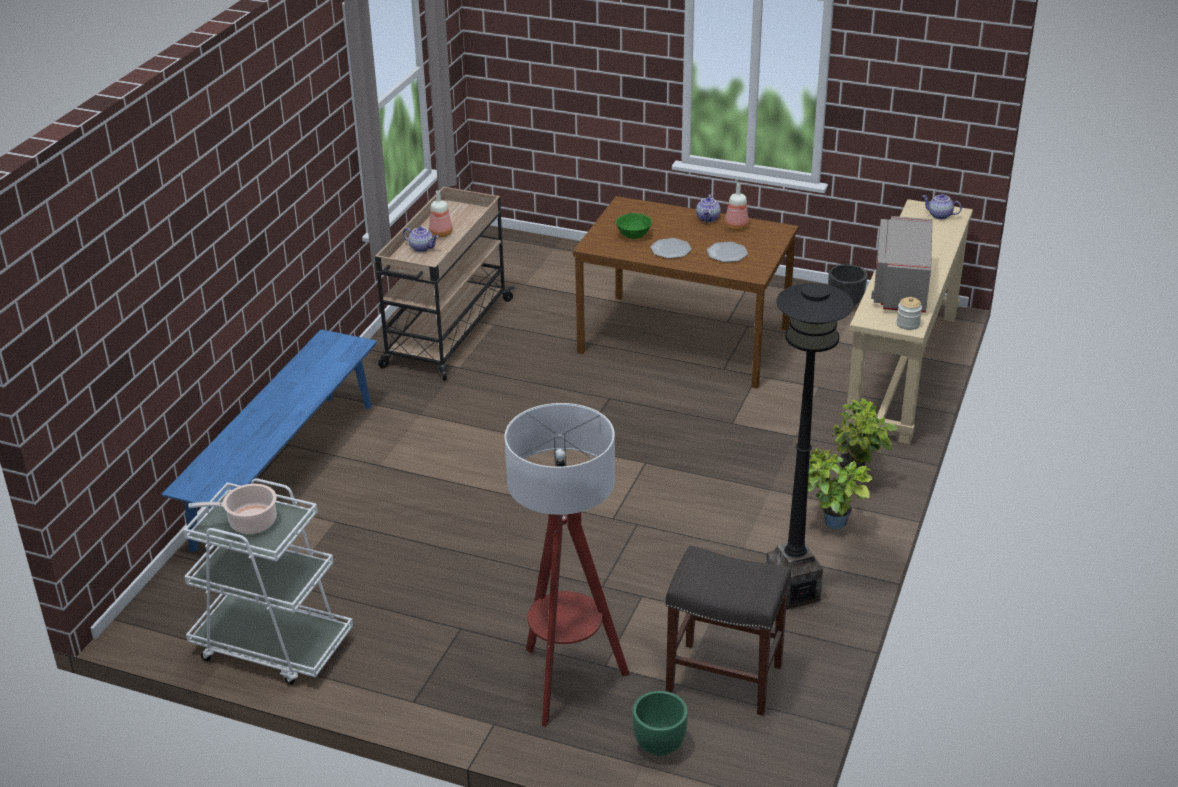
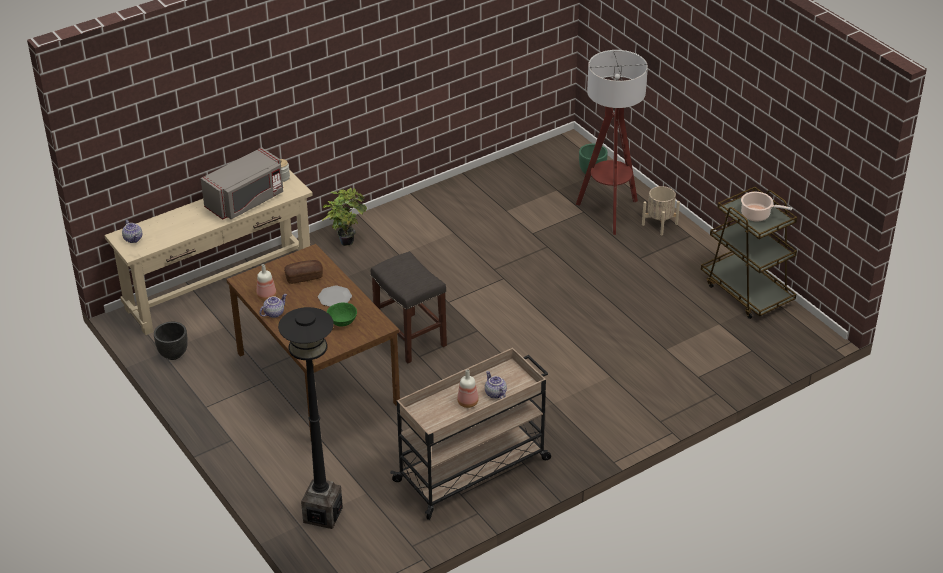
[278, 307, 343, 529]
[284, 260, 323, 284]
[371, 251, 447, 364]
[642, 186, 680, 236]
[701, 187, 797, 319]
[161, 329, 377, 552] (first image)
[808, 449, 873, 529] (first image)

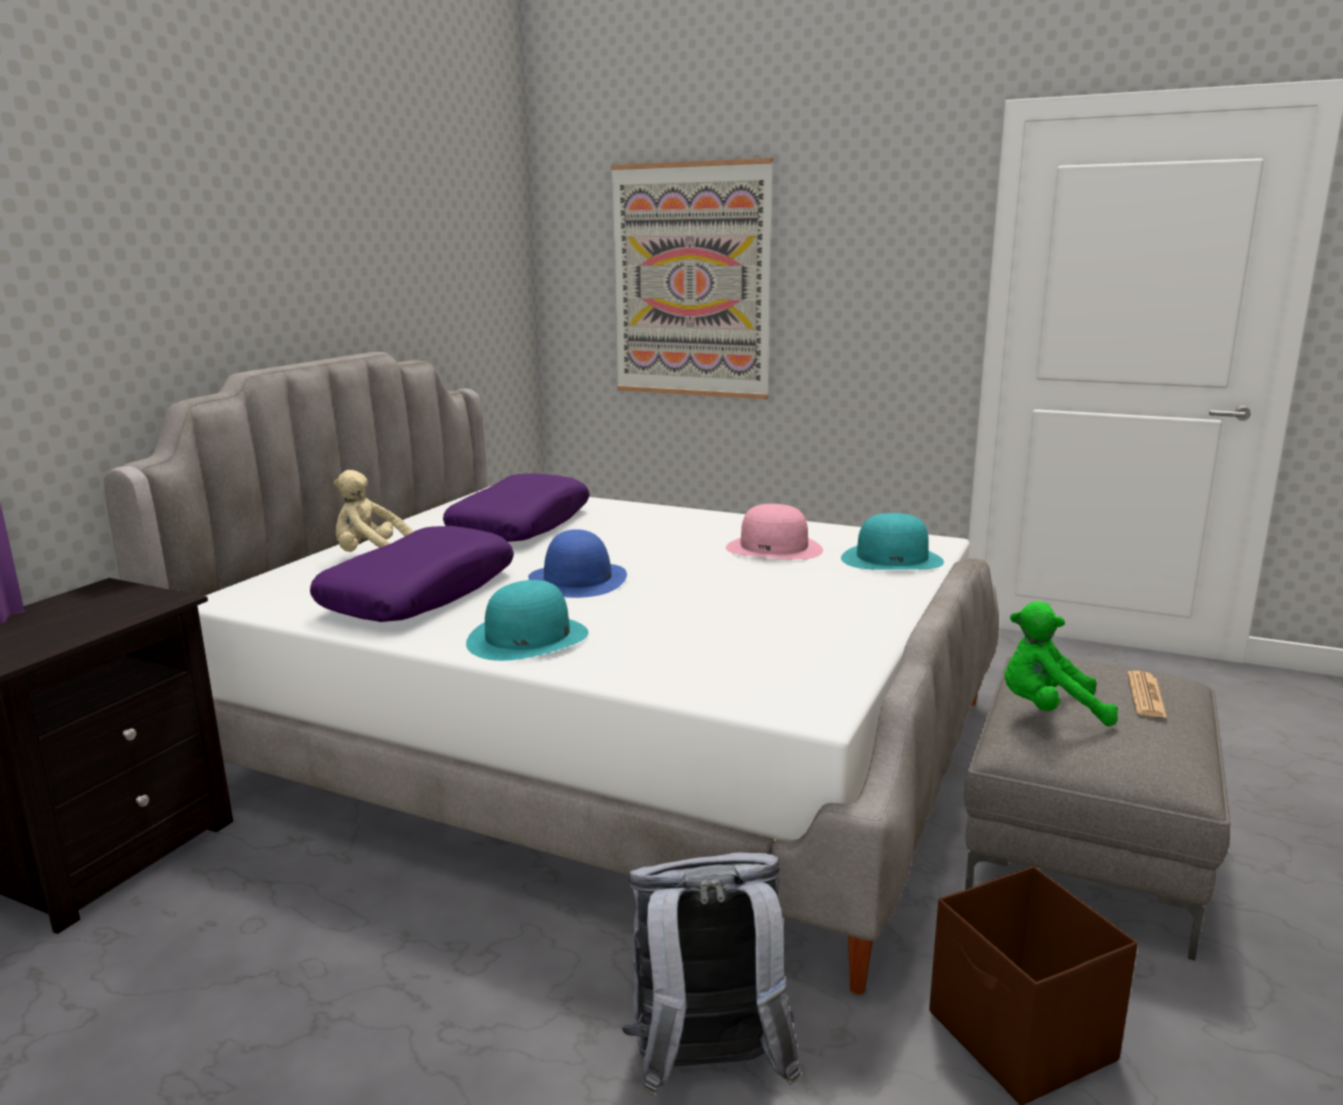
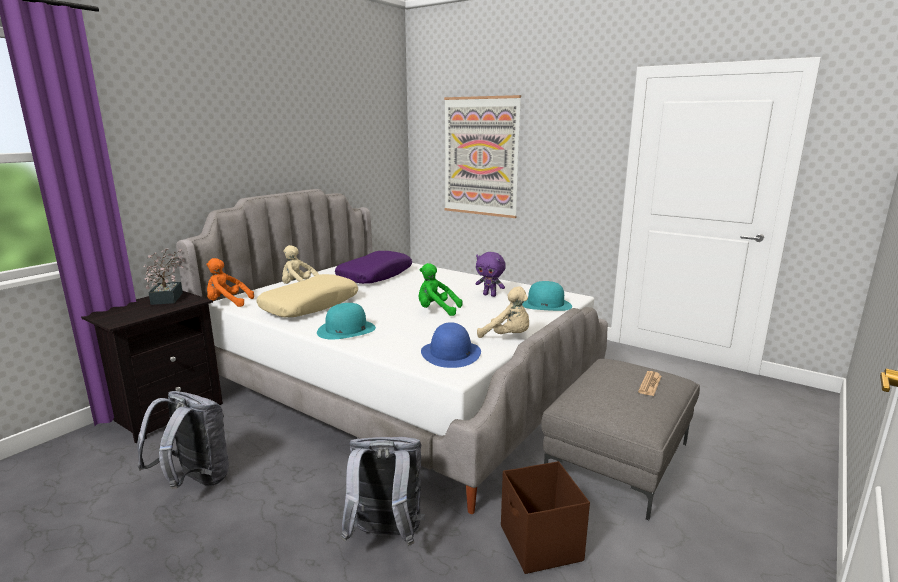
[137, 391, 229, 489]
[143, 248, 186, 305]
[206, 258, 254, 307]
[256, 274, 358, 317]
[418, 263, 463, 316]
[421, 322, 481, 368]
[476, 252, 506, 297]
[477, 286, 529, 338]

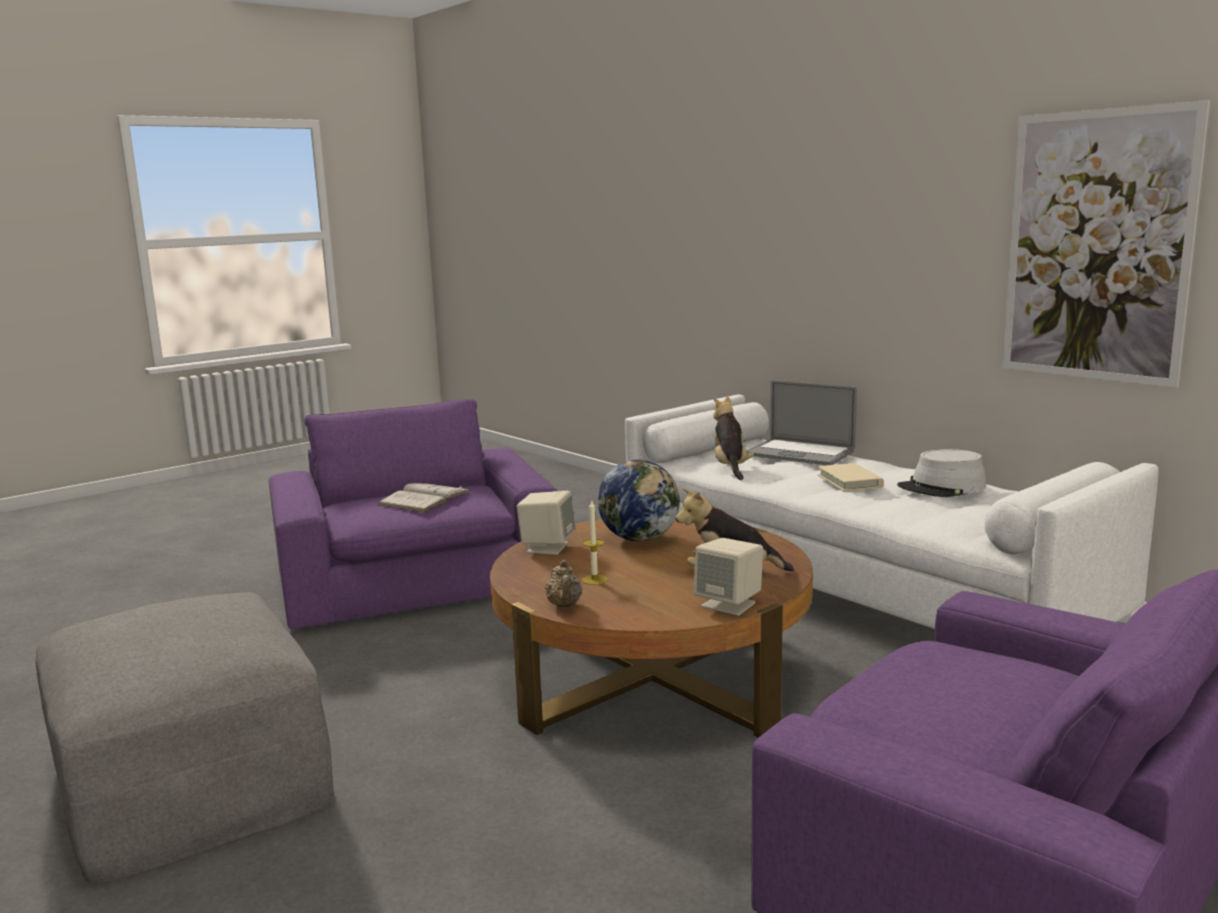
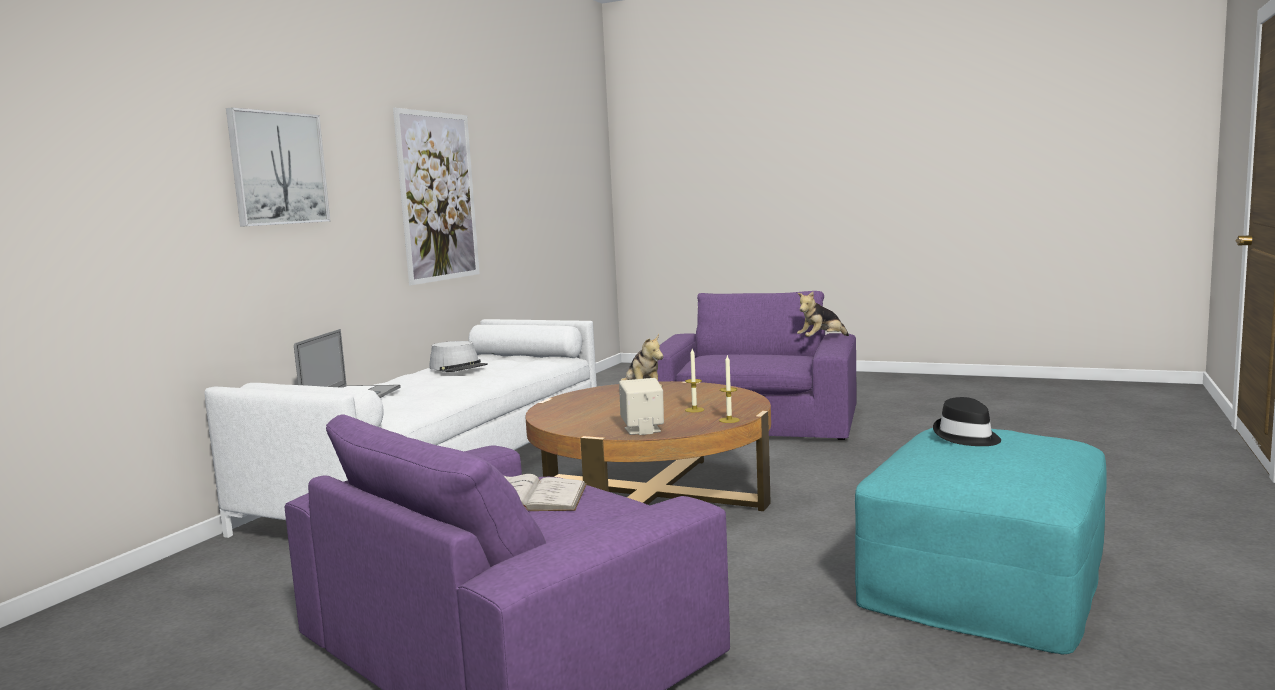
[226, 107, 330, 227]
[719, 356, 740, 423]
[797, 292, 849, 337]
[855, 428, 1107, 655]
[933, 397, 1001, 446]
[545, 560, 582, 607] (first image)
[597, 460, 680, 541] (first image)
[694, 538, 763, 616] (first image)
[818, 463, 884, 491] (first image)

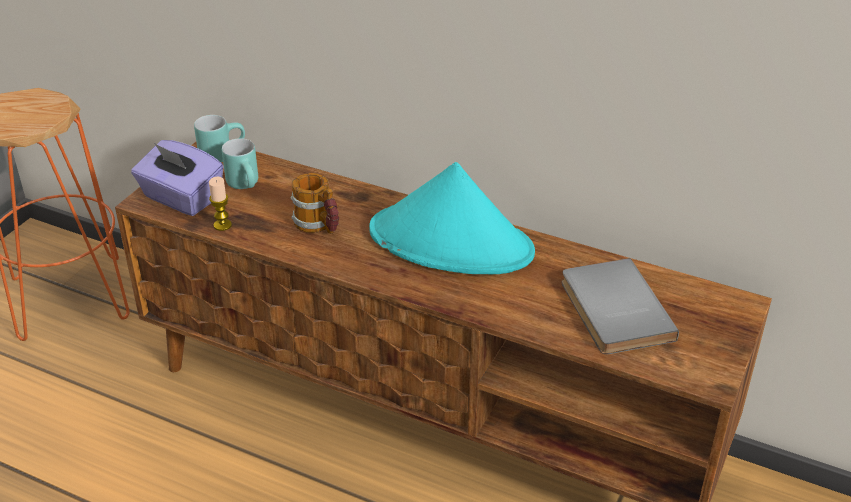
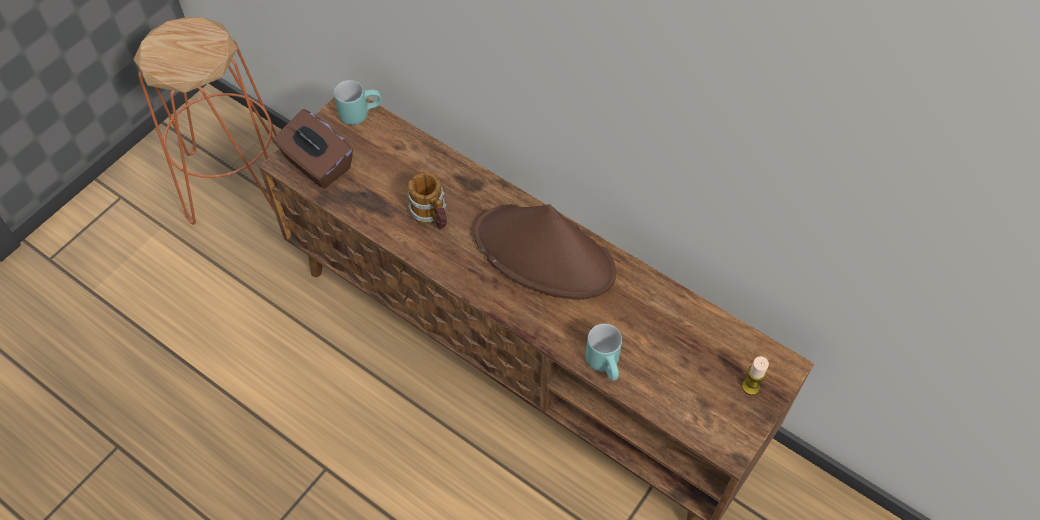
[273, 109, 353, 189]
[474, 204, 616, 300]
[586, 324, 622, 381]
[742, 356, 769, 395]
[562, 258, 679, 355] (first image)

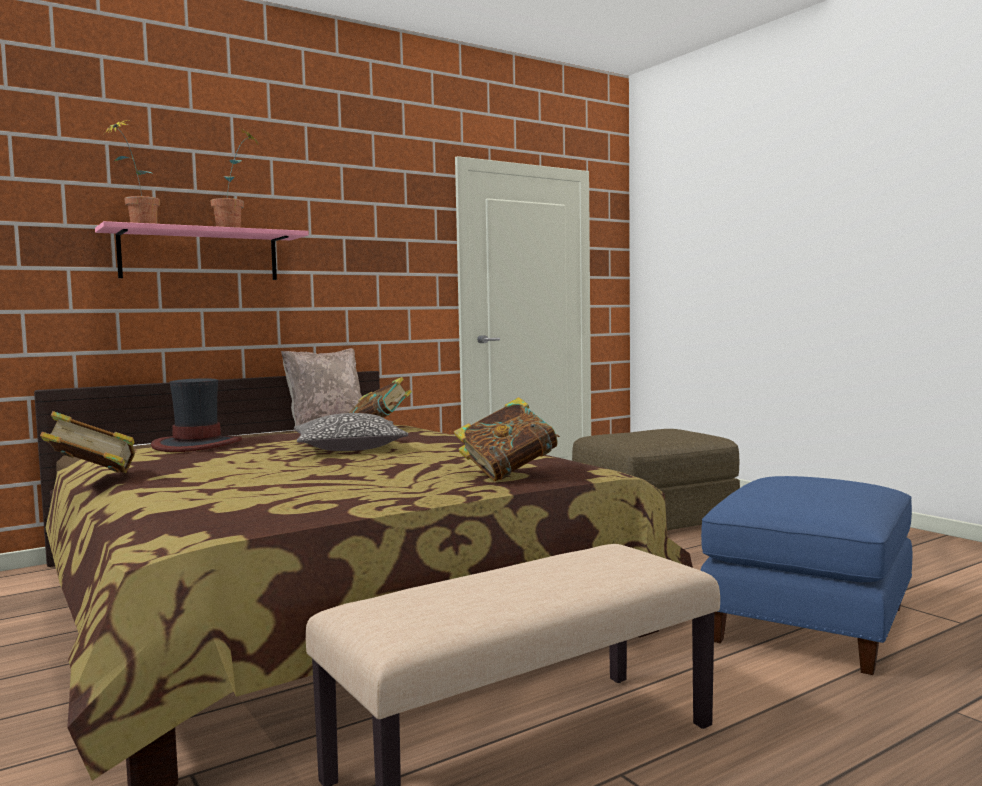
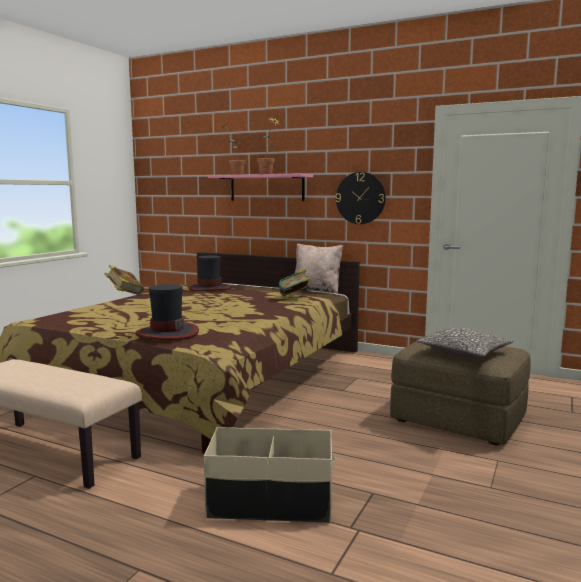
[135, 284, 199, 340]
[204, 427, 336, 523]
[336, 172, 386, 224]
[416, 327, 514, 358]

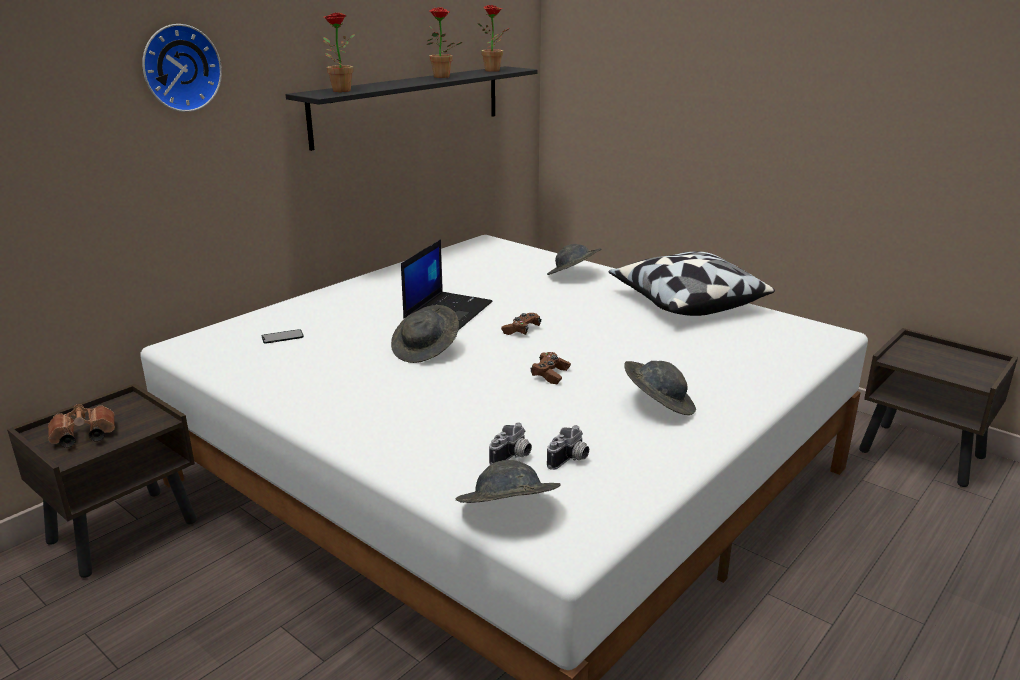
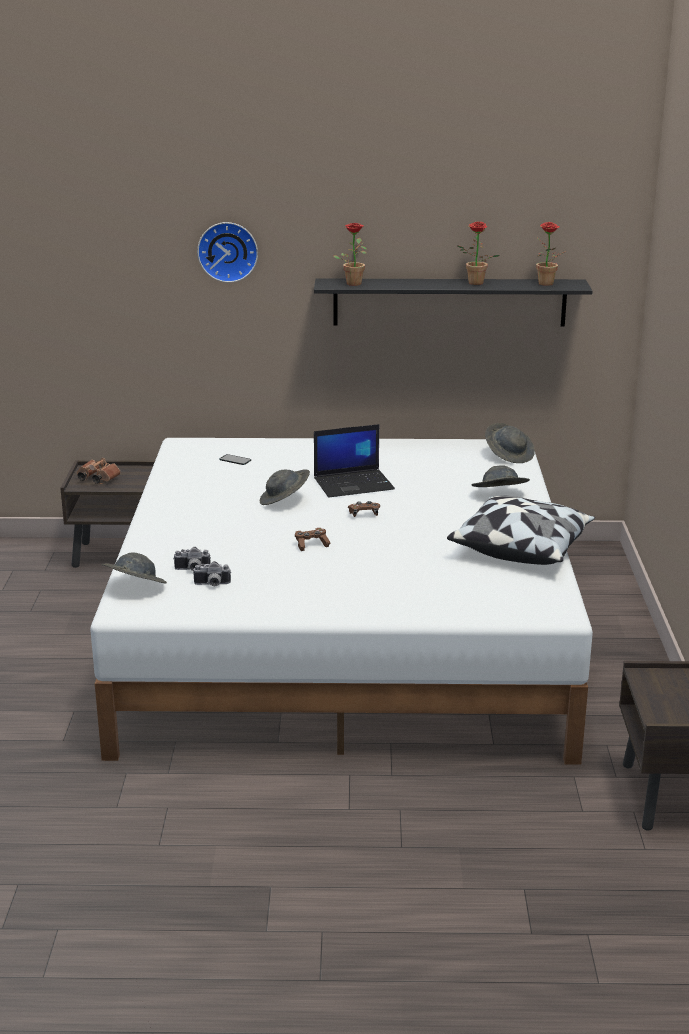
[485, 423, 535, 463]

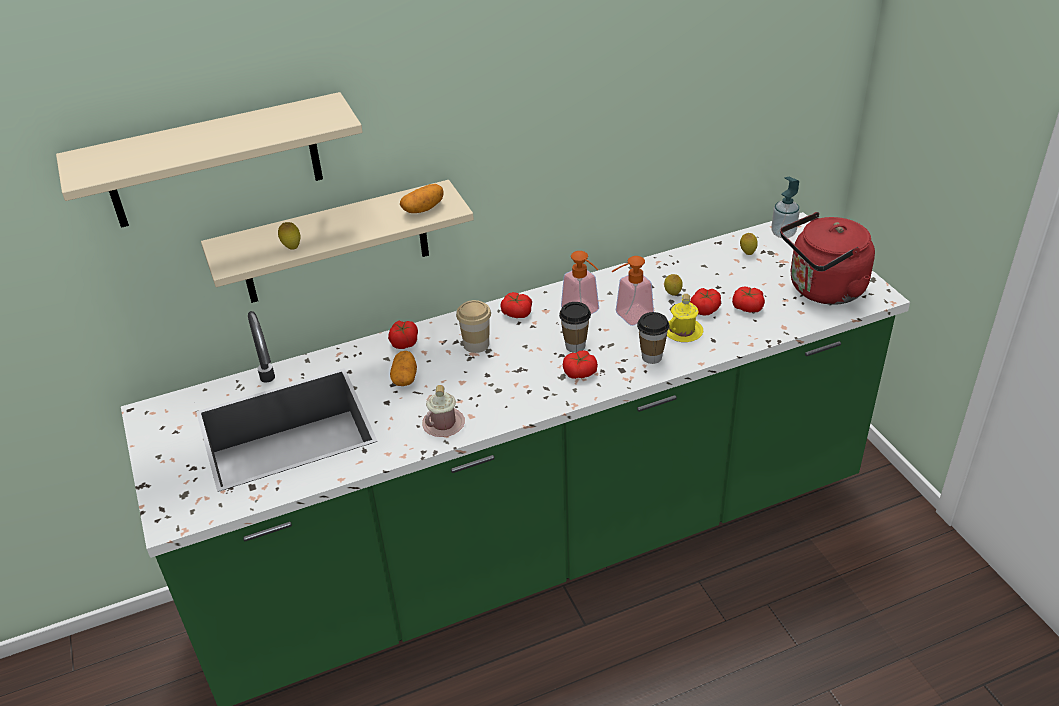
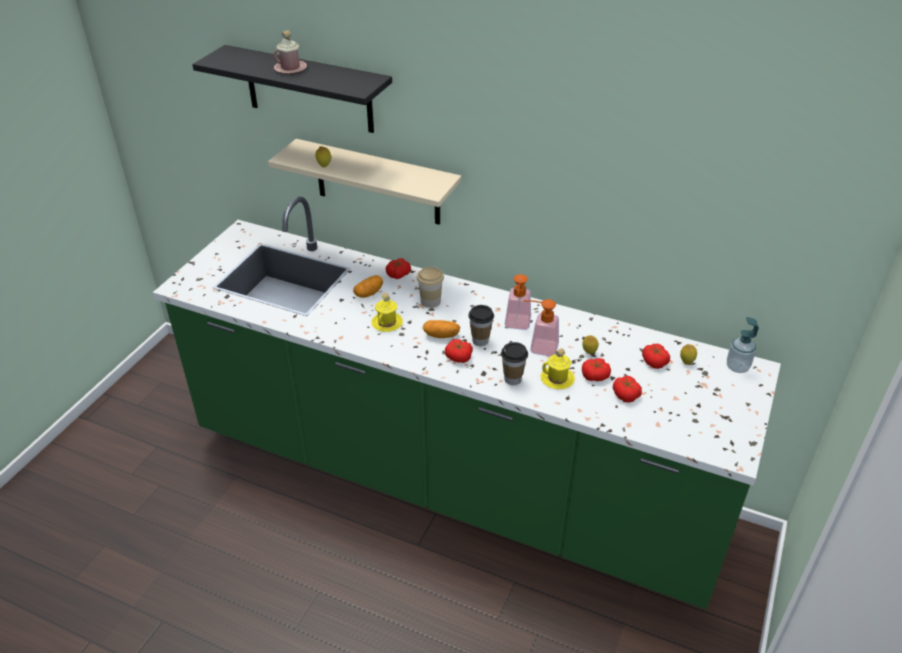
[192, 45, 392, 133]
[274, 30, 307, 74]
[371, 293, 403, 332]
[423, 320, 460, 338]
[642, 344, 670, 369]
[780, 212, 875, 305] (first image)

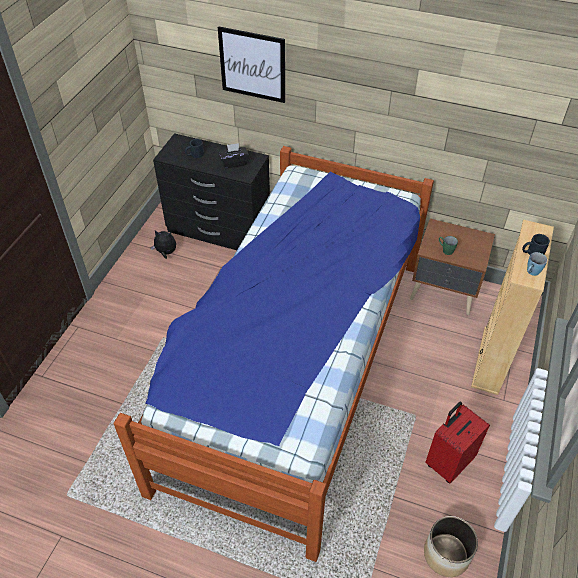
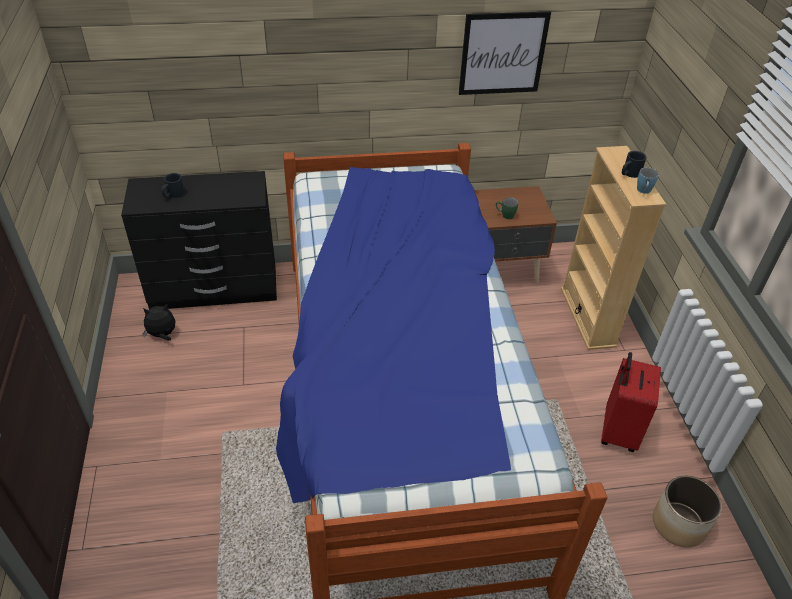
[458, 11, 551, 95]
[219, 143, 249, 168] (first image)

